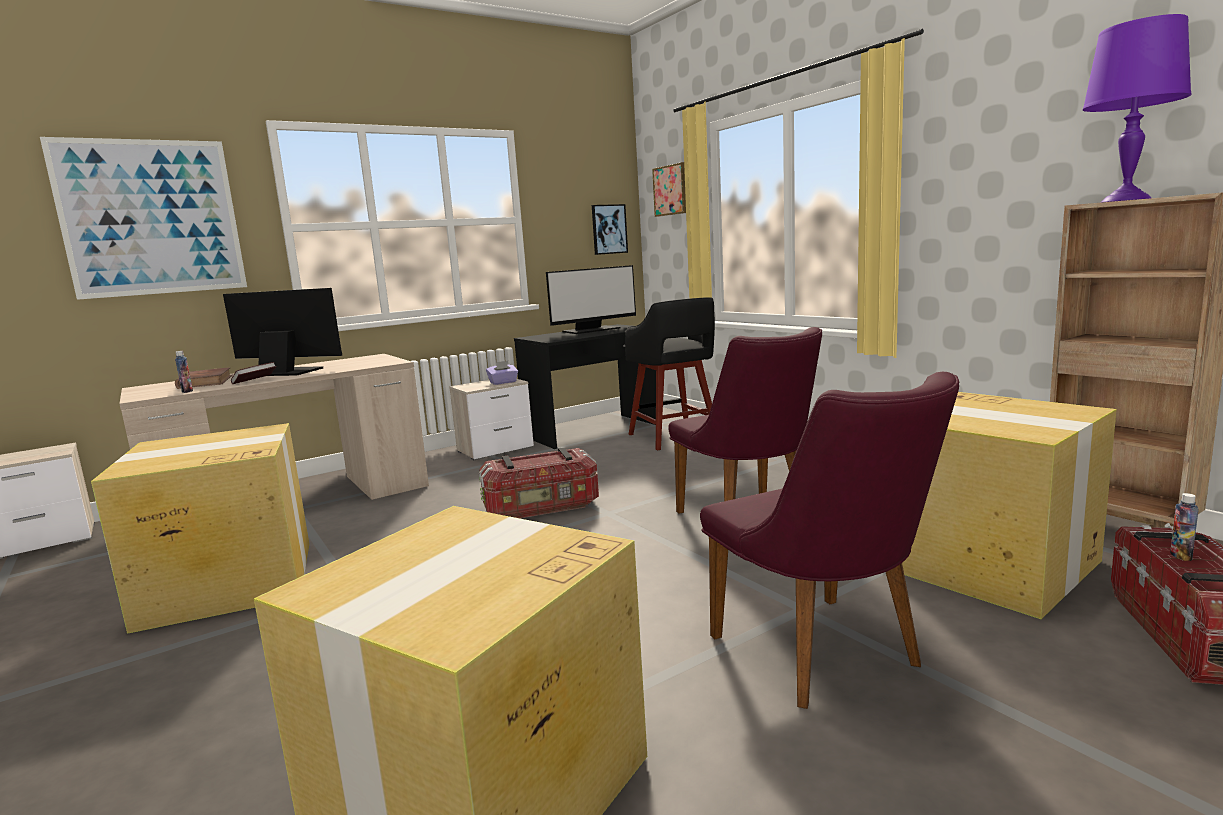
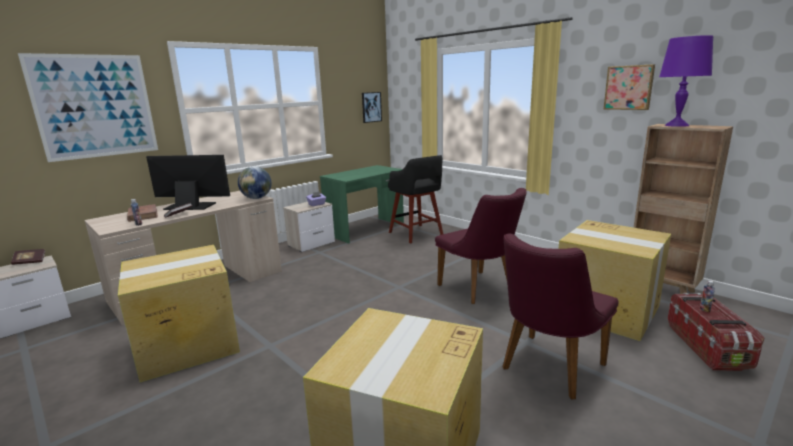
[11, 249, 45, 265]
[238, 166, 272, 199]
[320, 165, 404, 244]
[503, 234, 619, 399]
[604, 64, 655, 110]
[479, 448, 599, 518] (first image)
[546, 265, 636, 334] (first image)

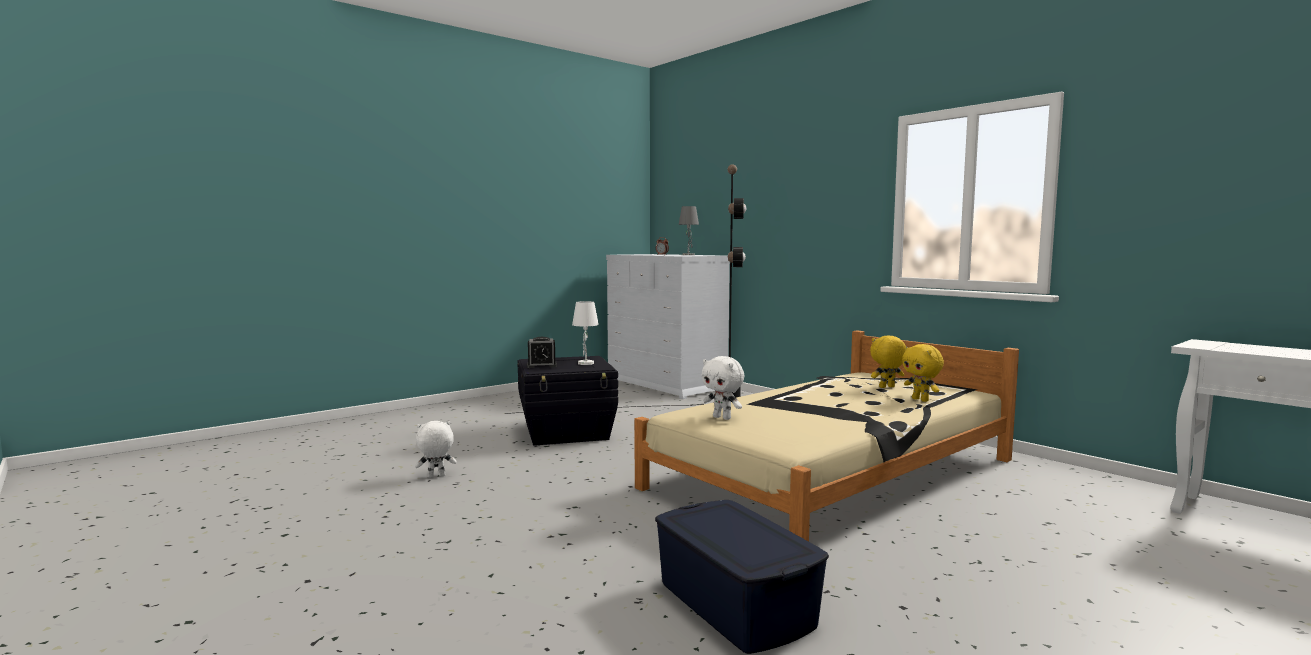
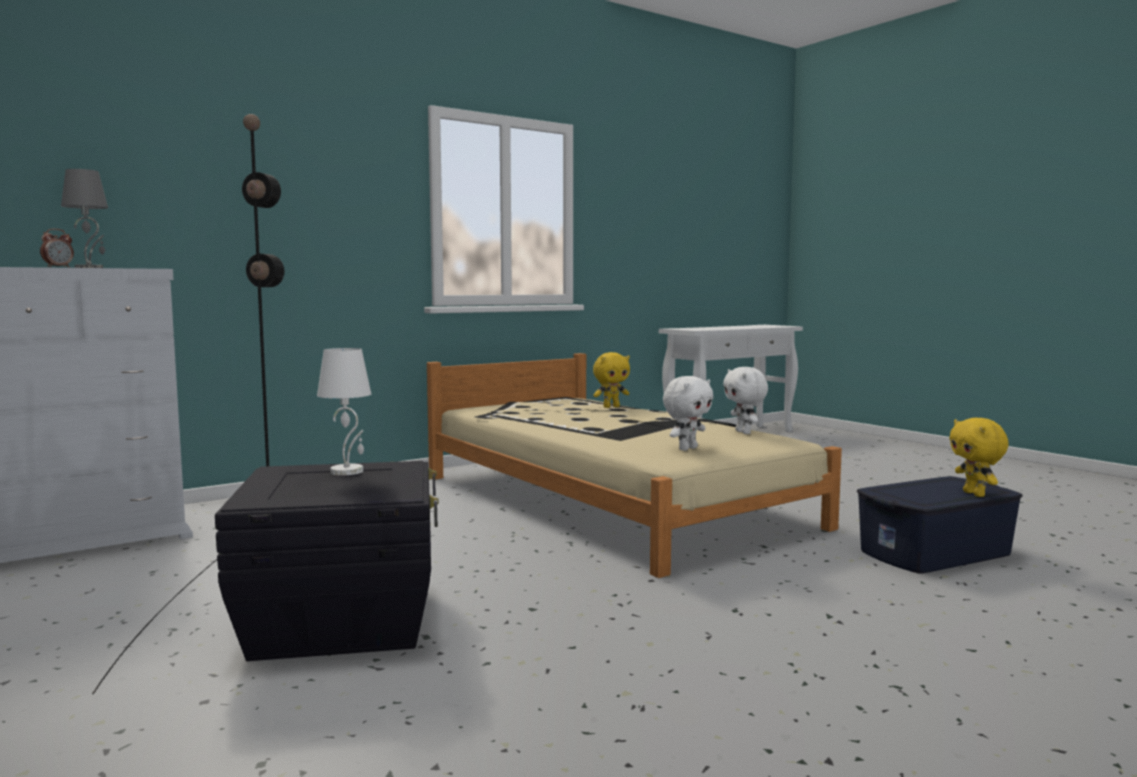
[723, 367, 768, 434]
[949, 418, 1009, 497]
[527, 337, 557, 368] (first image)

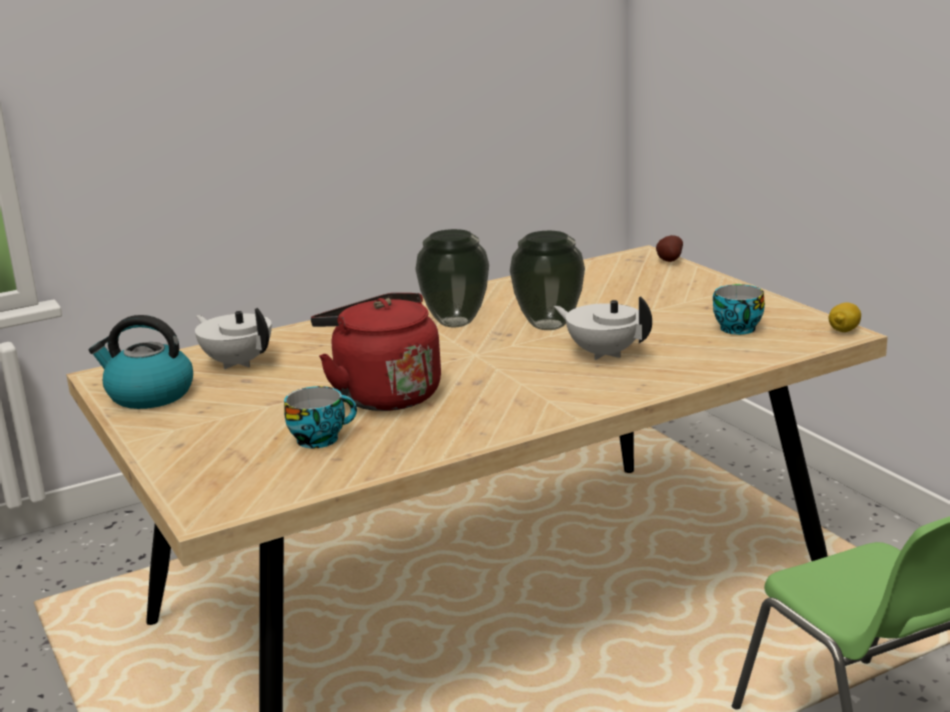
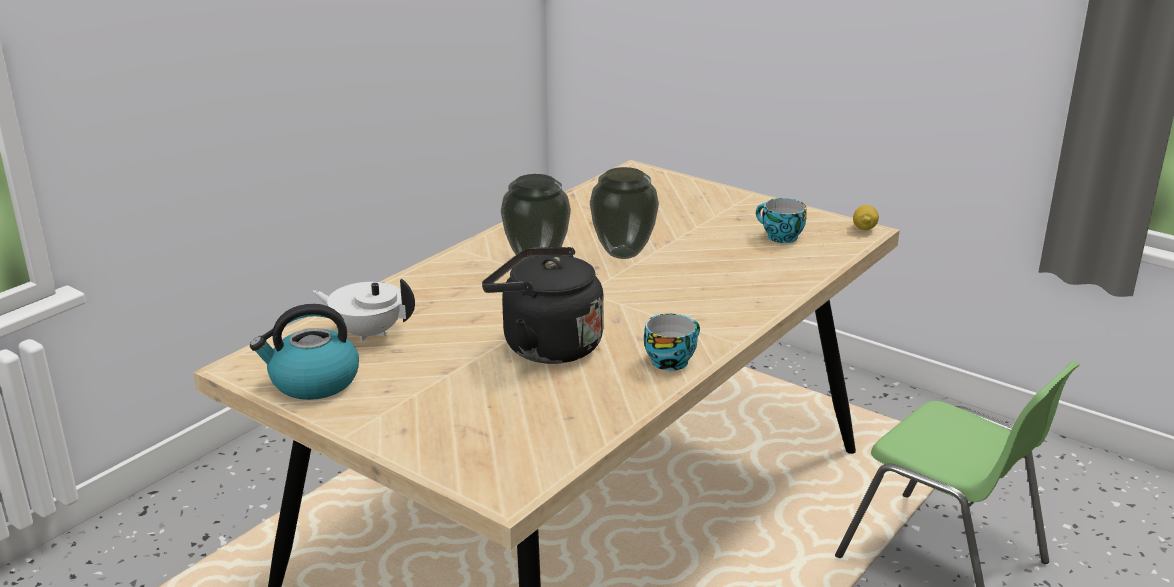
[482, 247, 604, 364]
[644, 314, 700, 371]
[554, 296, 652, 360] (first image)
[656, 235, 683, 262] (first image)

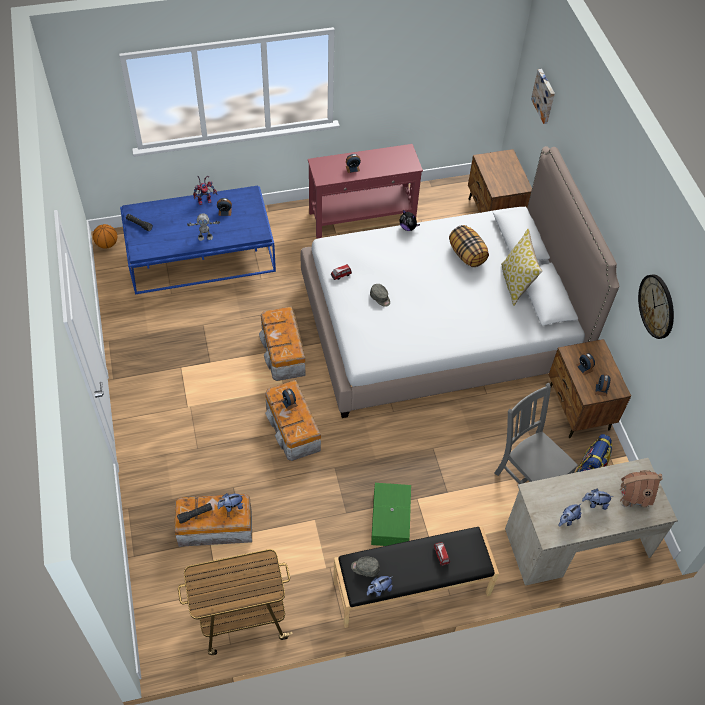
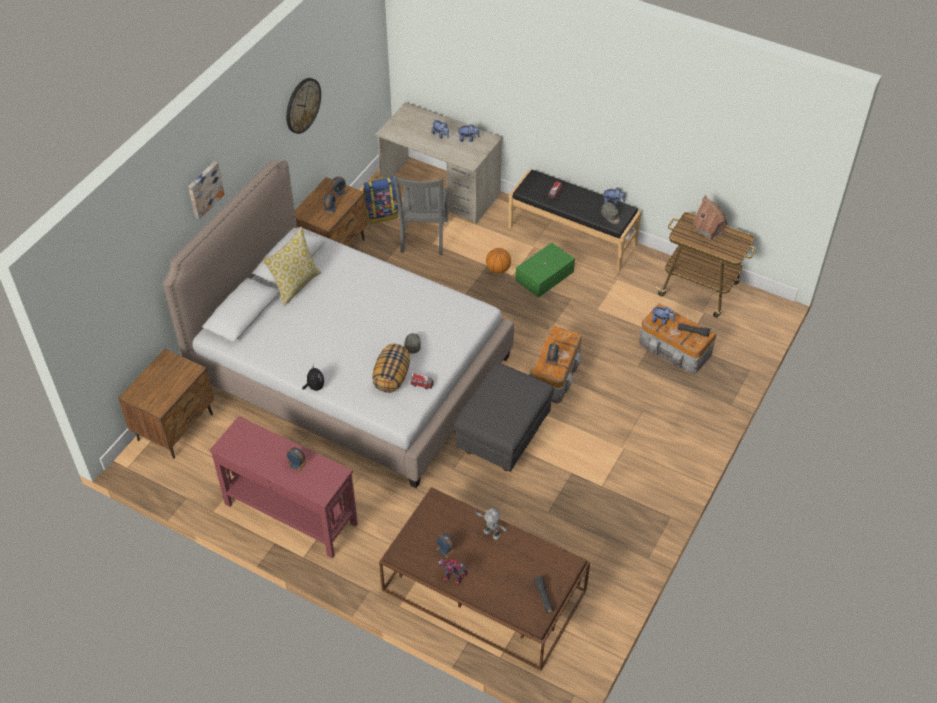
[188, 161, 224, 220]
[372, 344, 410, 393]
[379, 487, 590, 671]
[454, 362, 554, 472]
[486, 248, 511, 274]
[693, 195, 727, 240]

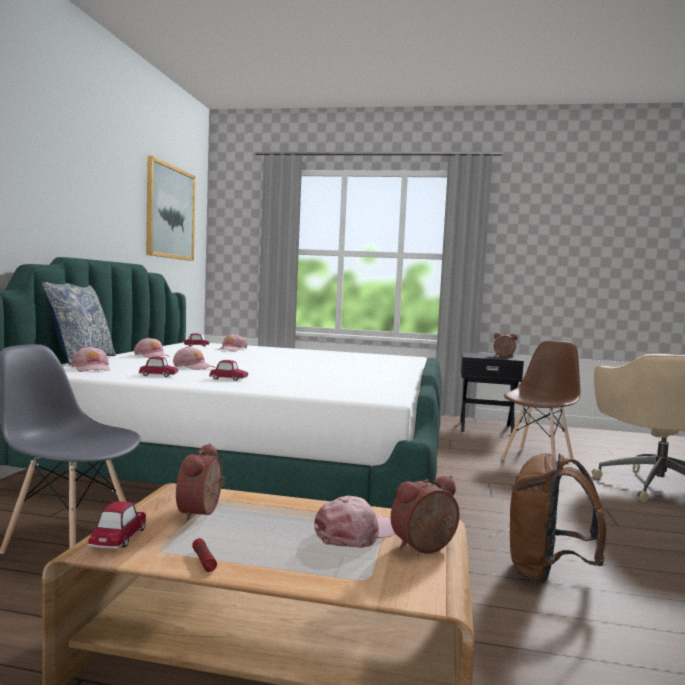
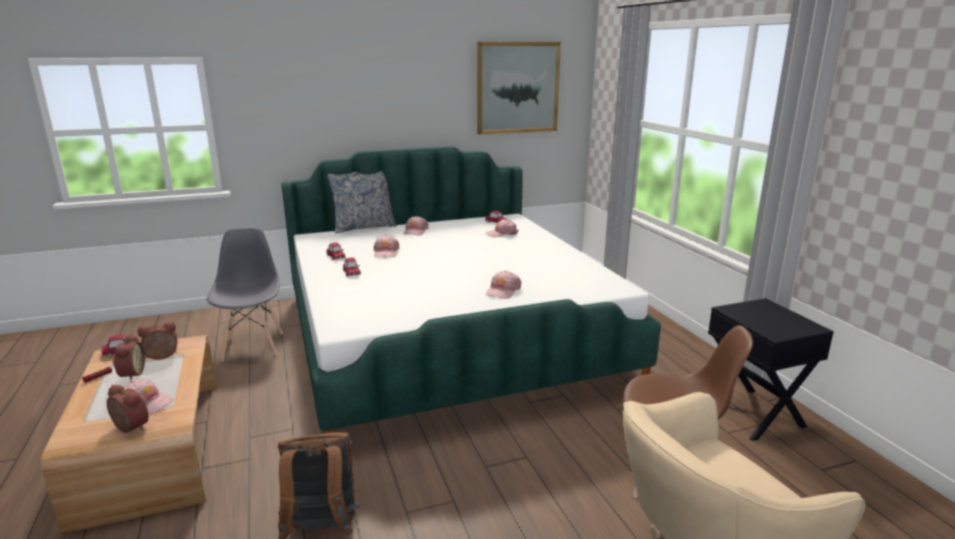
[113, 334, 145, 381]
[486, 270, 521, 299]

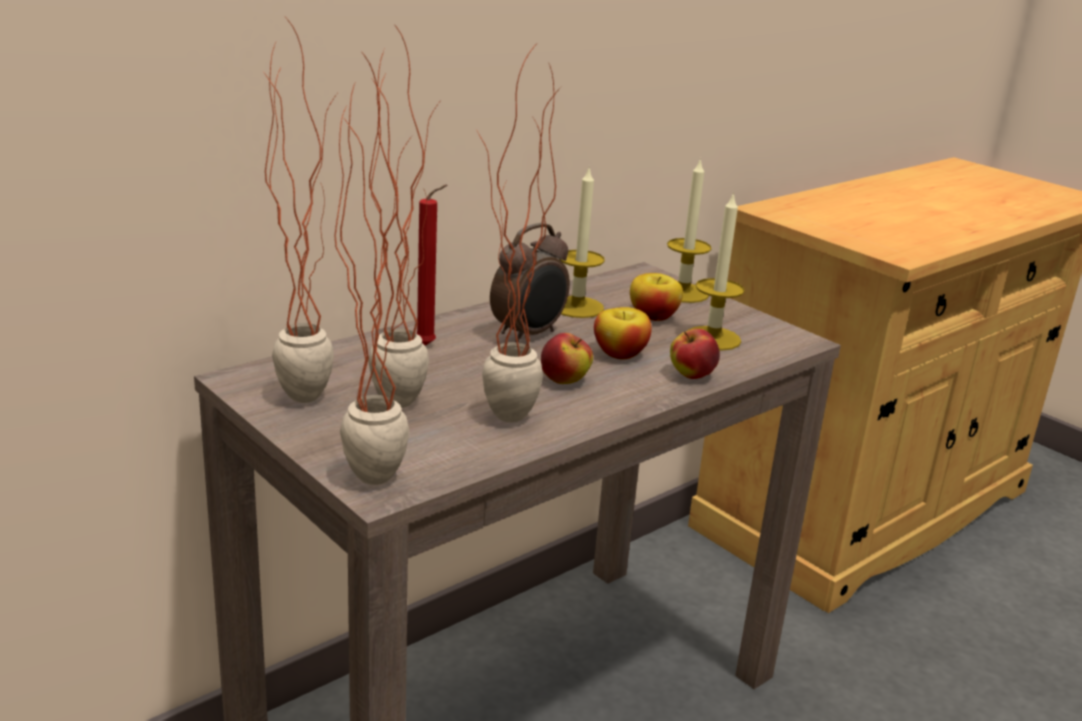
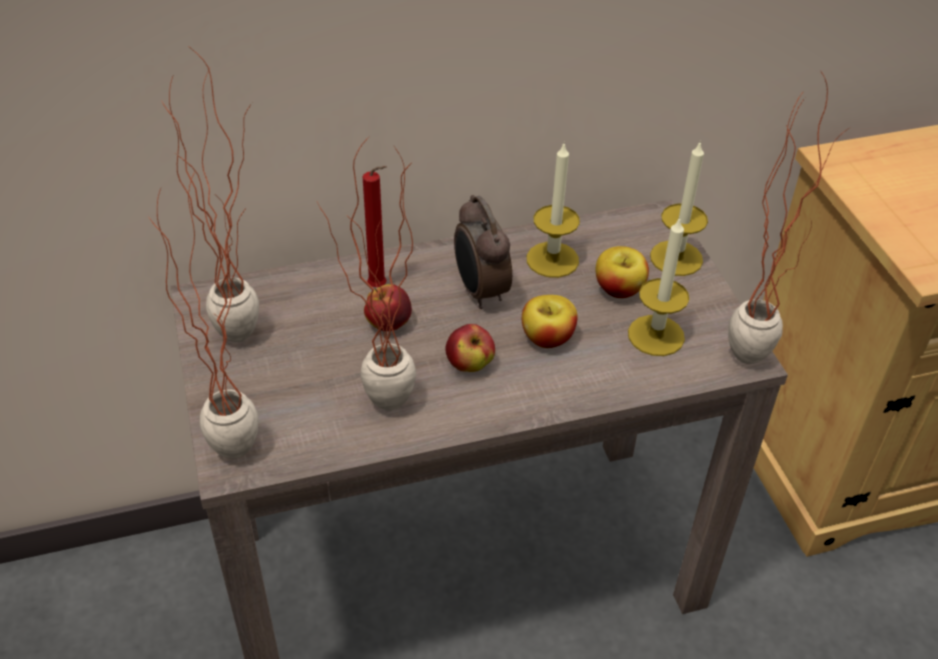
[364, 284, 412, 331]
[454, 195, 512, 309]
[728, 72, 851, 364]

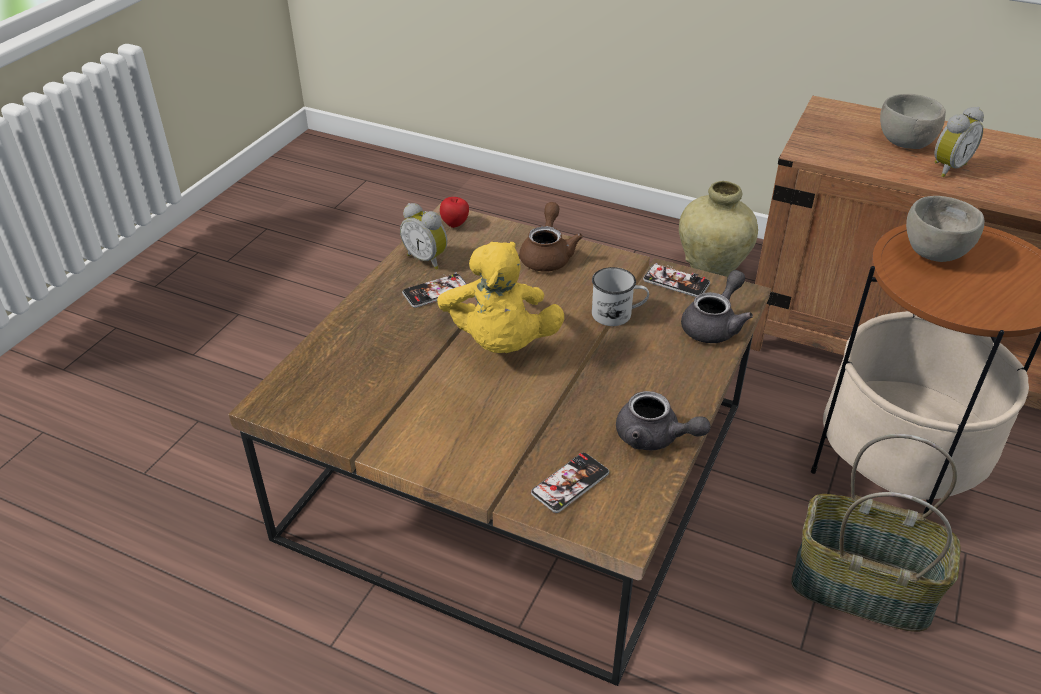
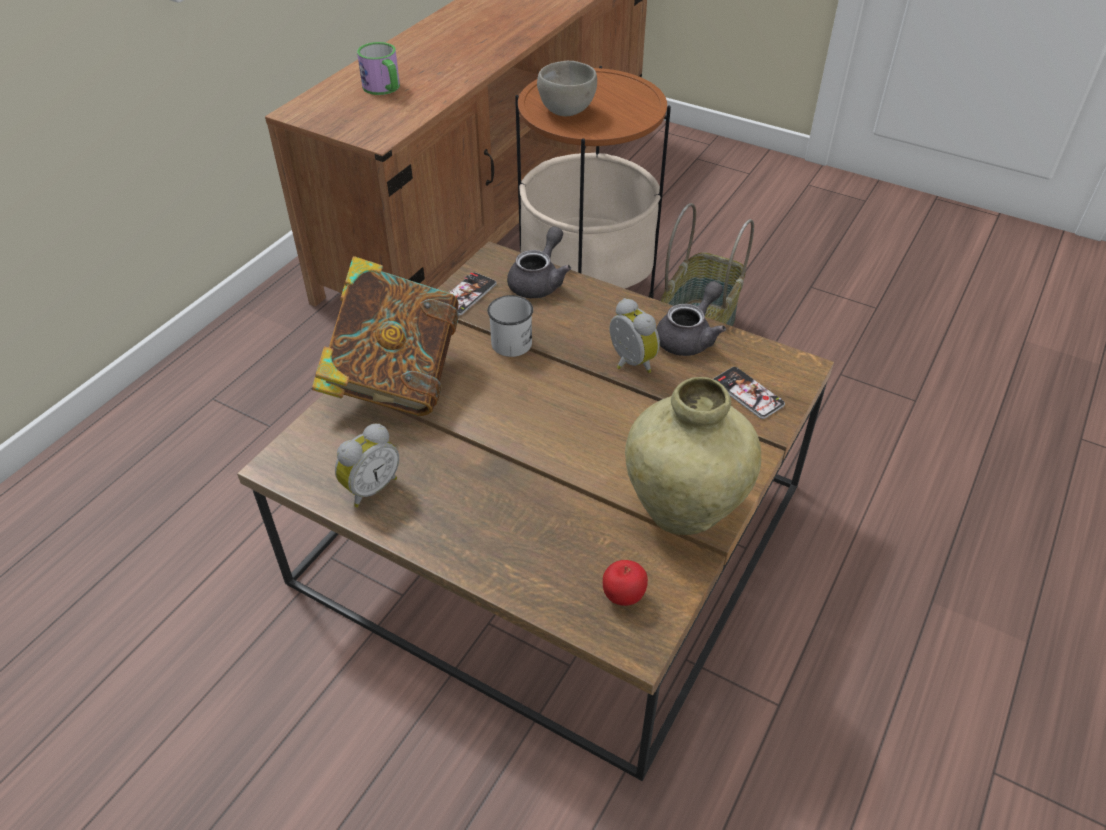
[312, 256, 459, 416]
[357, 42, 400, 95]
[507, 226, 571, 298]
[603, 560, 648, 606]
[610, 298, 660, 373]
[625, 377, 761, 535]
[402, 272, 467, 308] (first image)
[437, 242, 564, 353] (first image)

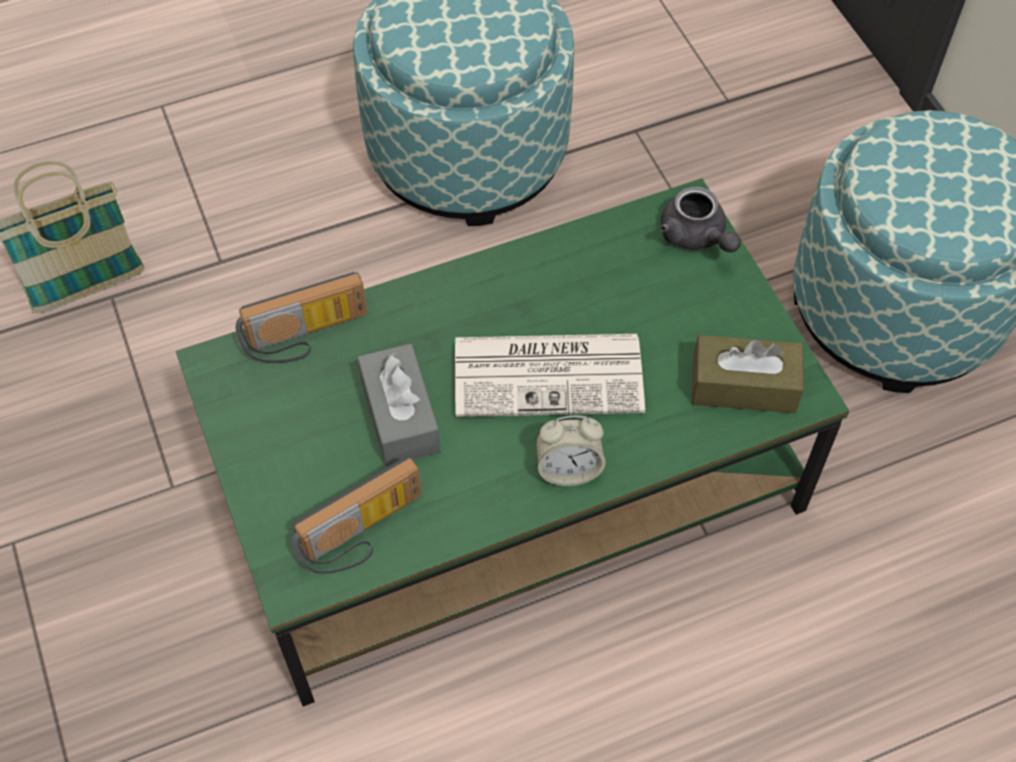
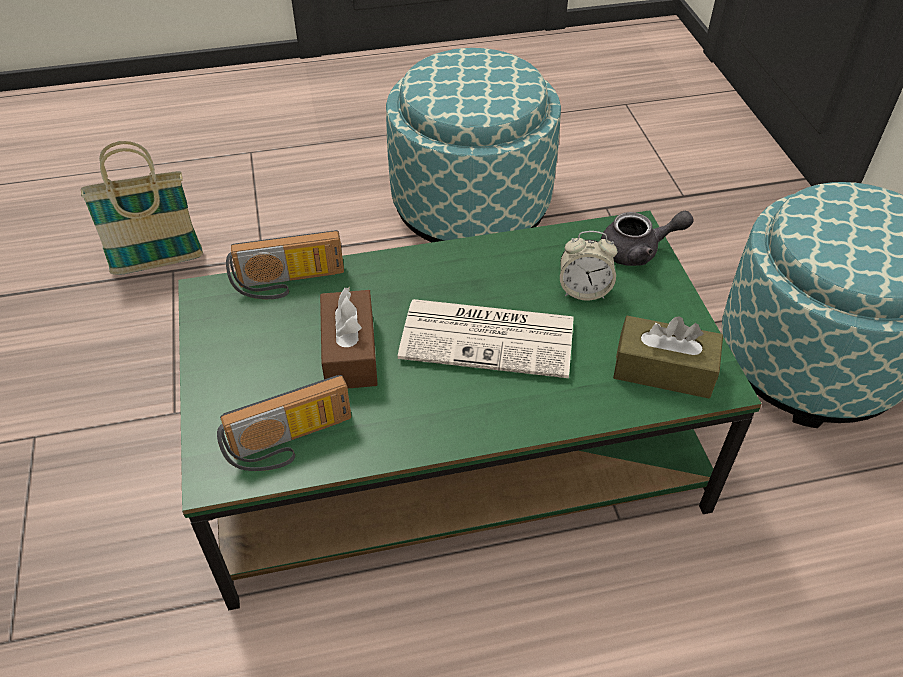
[320, 287, 378, 389]
[560, 231, 618, 300]
[601, 211, 694, 266]

